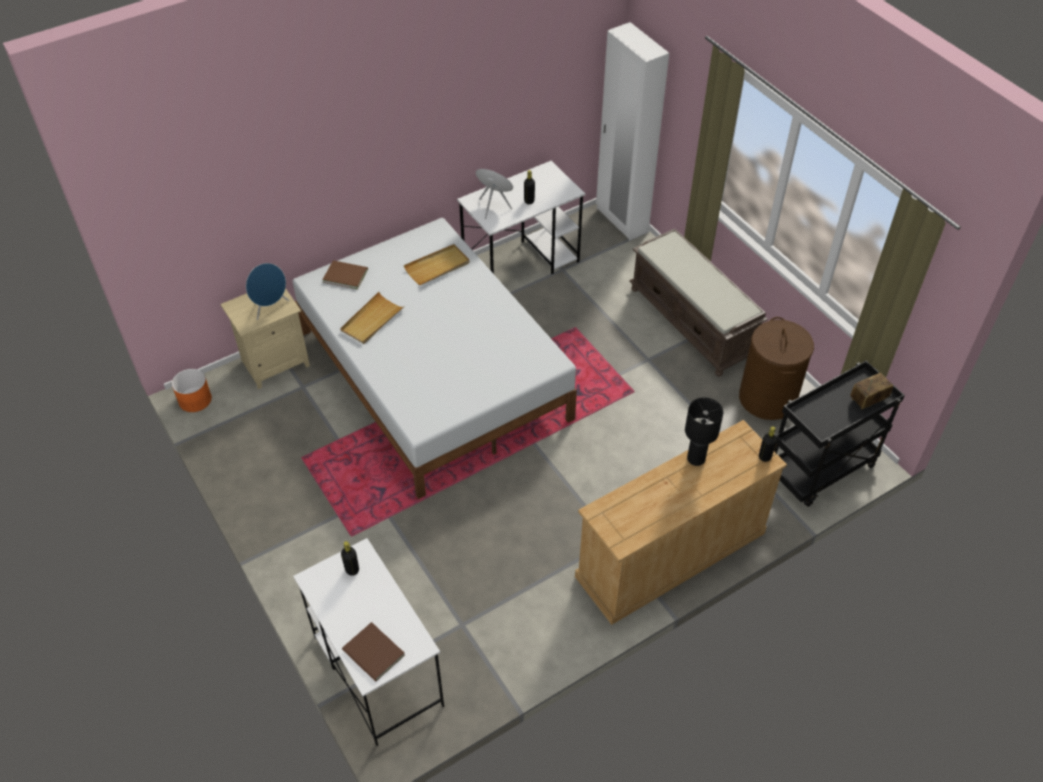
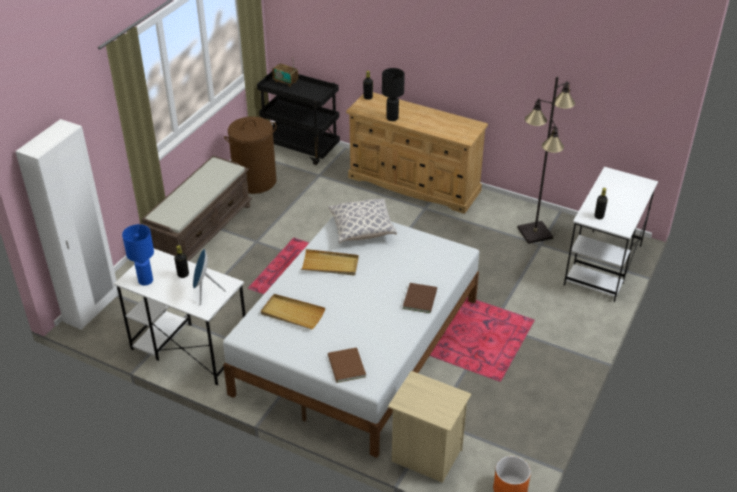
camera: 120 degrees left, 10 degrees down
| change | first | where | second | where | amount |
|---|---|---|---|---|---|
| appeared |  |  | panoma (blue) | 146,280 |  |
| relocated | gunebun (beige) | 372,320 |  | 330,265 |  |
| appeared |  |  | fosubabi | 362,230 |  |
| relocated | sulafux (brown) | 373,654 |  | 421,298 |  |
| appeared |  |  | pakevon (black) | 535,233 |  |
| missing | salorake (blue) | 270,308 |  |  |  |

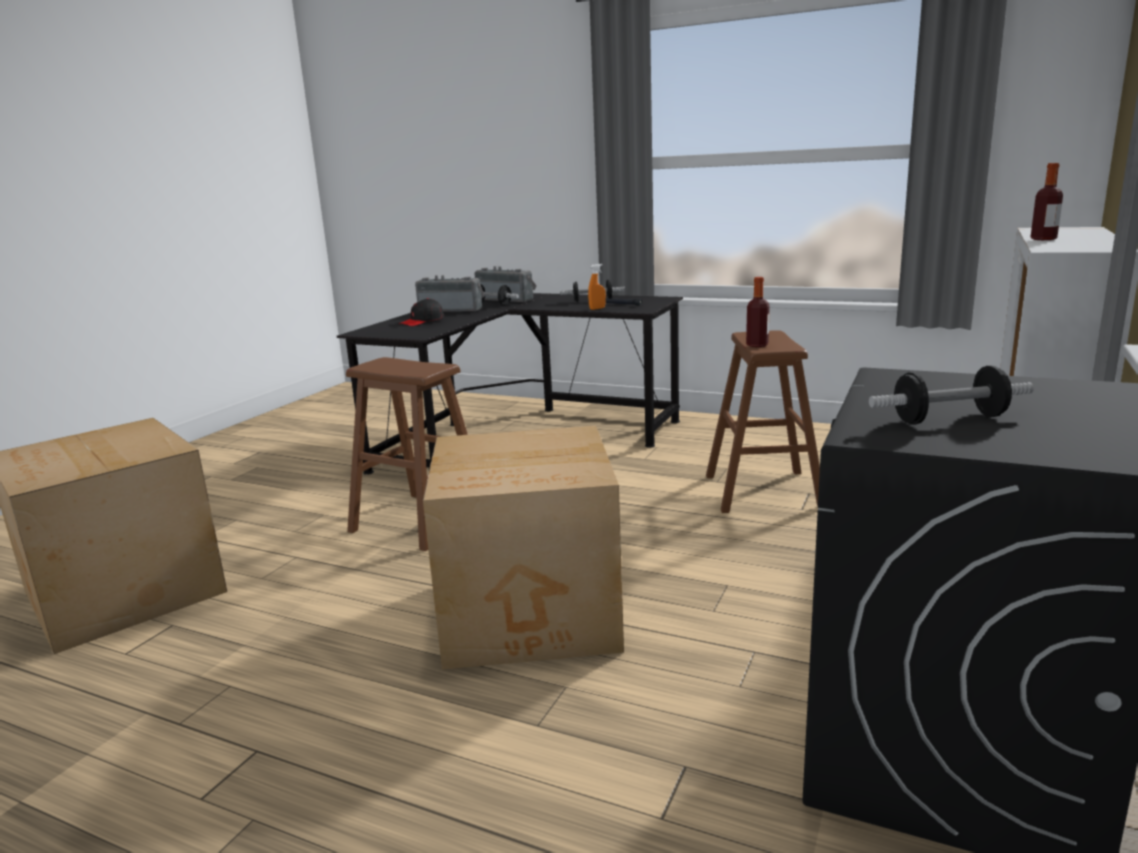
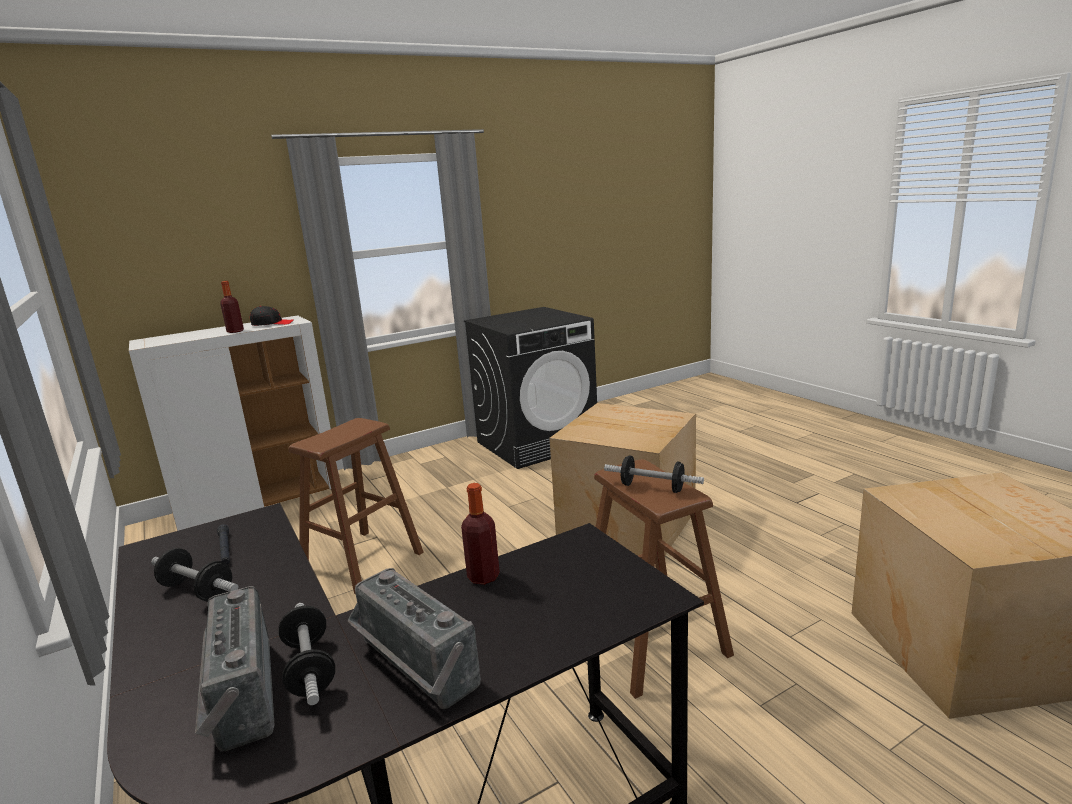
camera: 145 degrees left, 0 degrees up
| change | first | where | second | where | amount |
|---|---|---|---|---|---|
| relocated | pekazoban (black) | 422,321 |  | 272,324 |  |
| relocated | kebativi | 757,345 |  | 483,577 |  |
| relocated | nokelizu | 949,419 |  | 652,487 |  |
| missing | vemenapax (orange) | 597,308 |  |  |  |

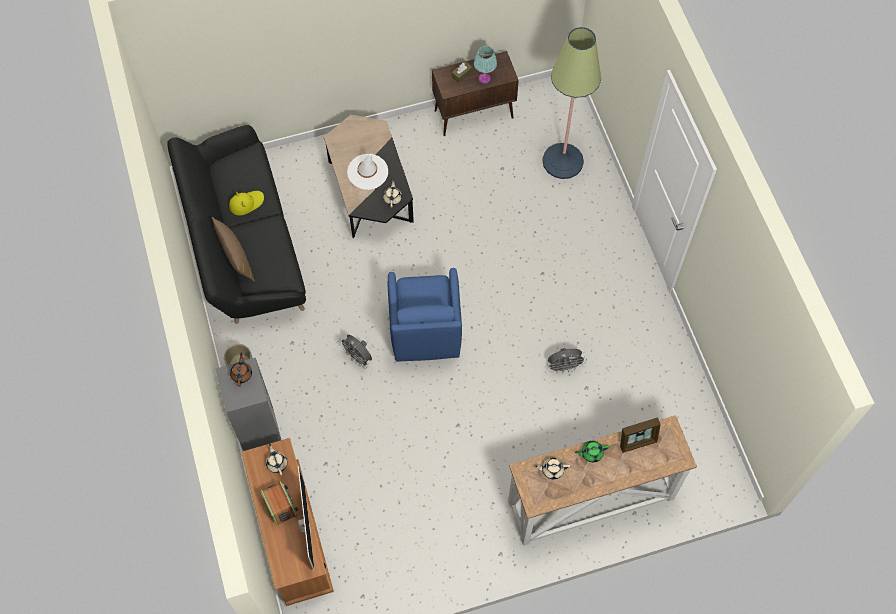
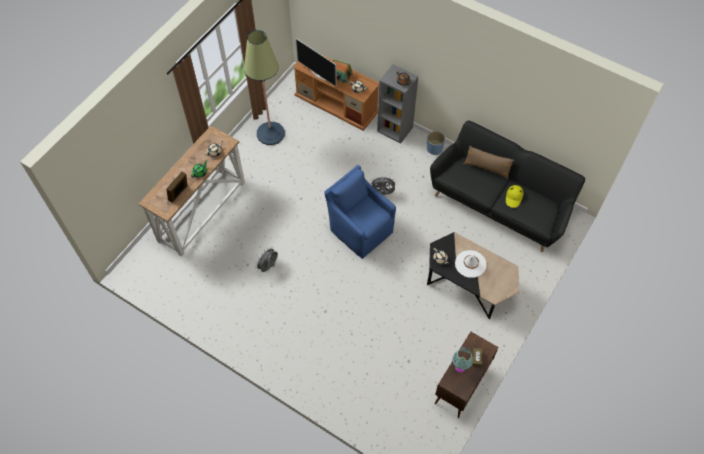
camera: 140 degrees right, 5 degrees down
| change | first | where | second | where | amount |
|---|---|---|---|---|---|
| relocated | pakevon | 562,161 |  | 270,133 |  |

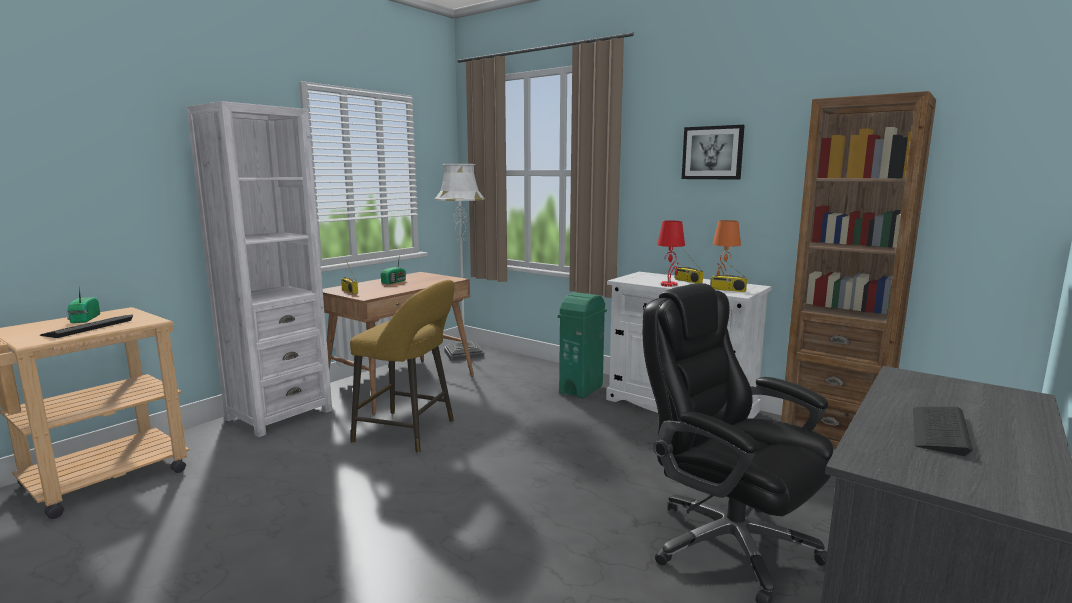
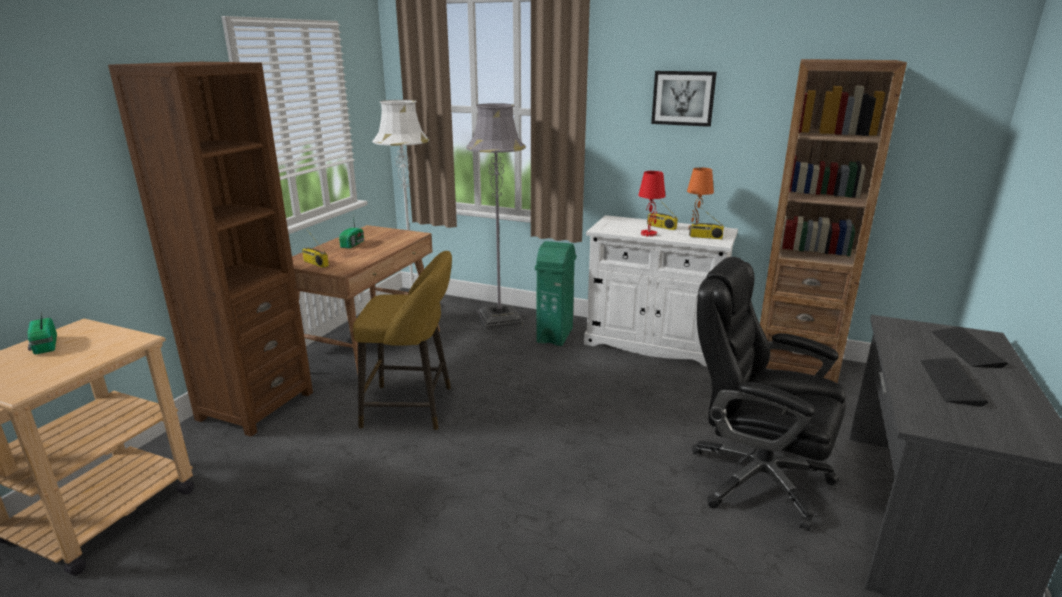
camera: 15 degrees left, 10 degrees up
| change | first | where | second | where | amount |
|---|---|---|---|---|---|
| colour | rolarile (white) | 279,415 | rolarile (brown) | 255,405 |  |
| appeared |  |  | pakevon (grey) | 499,320 |  |
| relocated | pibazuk | 88,327 |  | 966,349 |  |

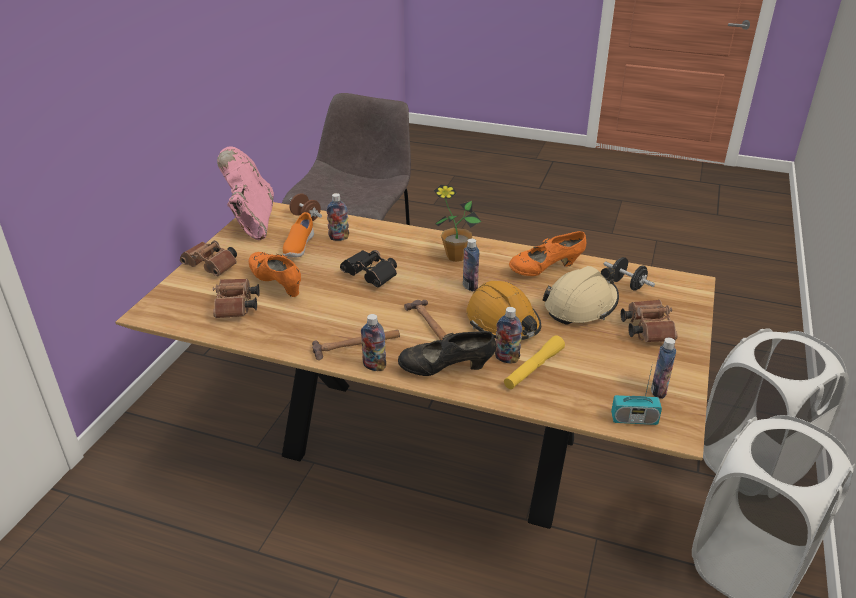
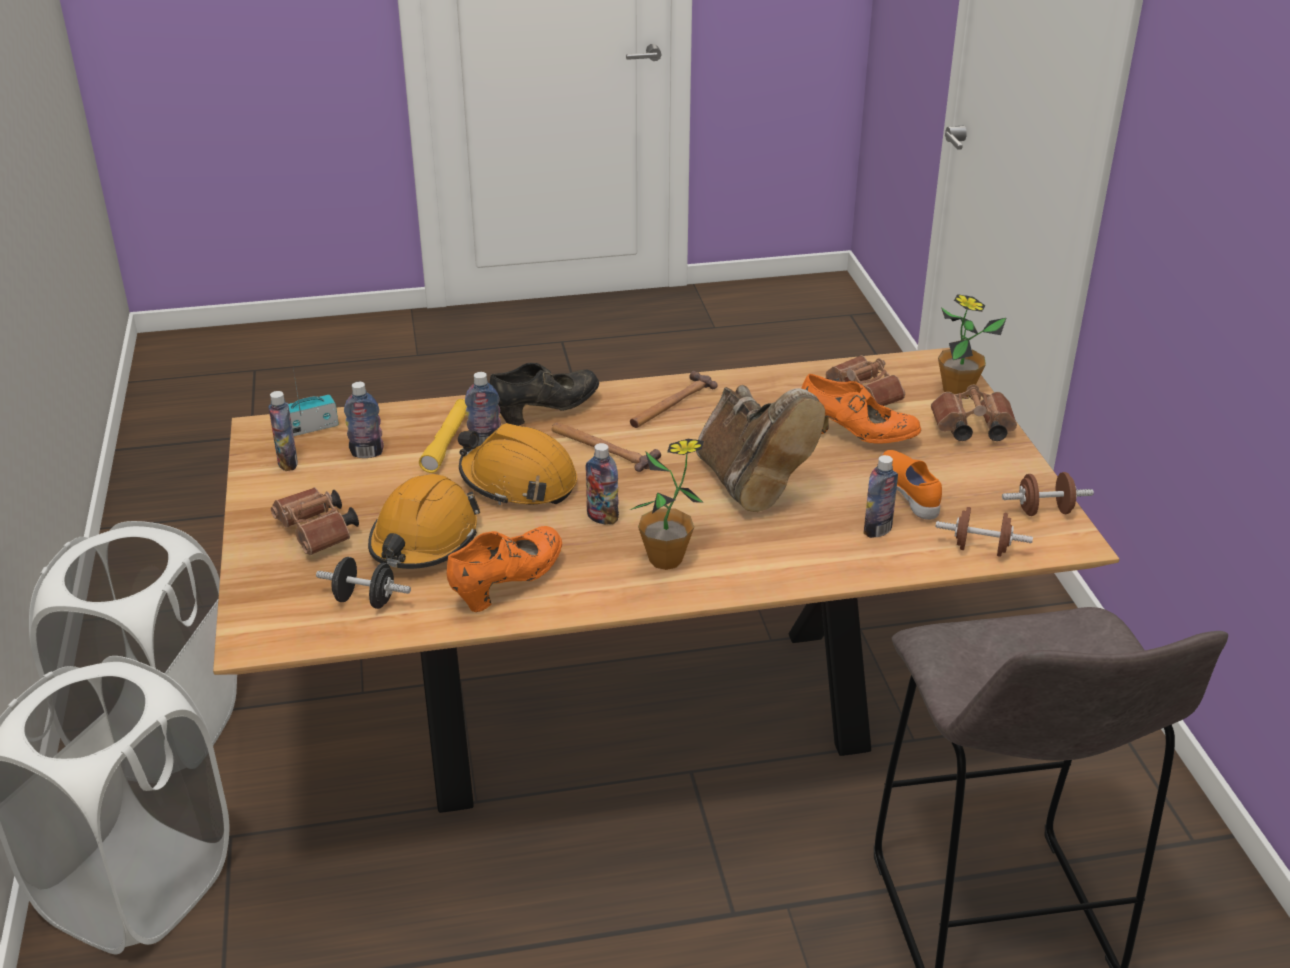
camera: 150 degrees right, 0 degrees up
| change | first | where | second | where | amount |
|---|---|---|---|---|---|
| relocated | kebativi | 374,366 |  | 367,453 |  |
| colour | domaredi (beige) | 581,305 | domaredi (orange) | 424,540 |  |
| exchanged | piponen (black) | 371,277 | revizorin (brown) | 750,485 |  |
| appeared |  |  | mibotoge | 957,391 |  |
| exchanged | revizorin (pink) | 252,222 | nokelizu (brown) | 1044,511 |  |

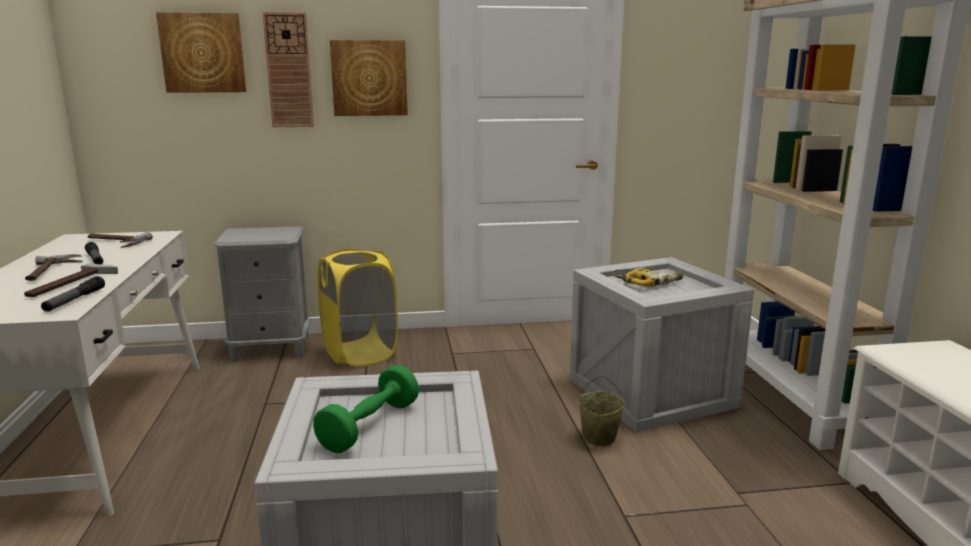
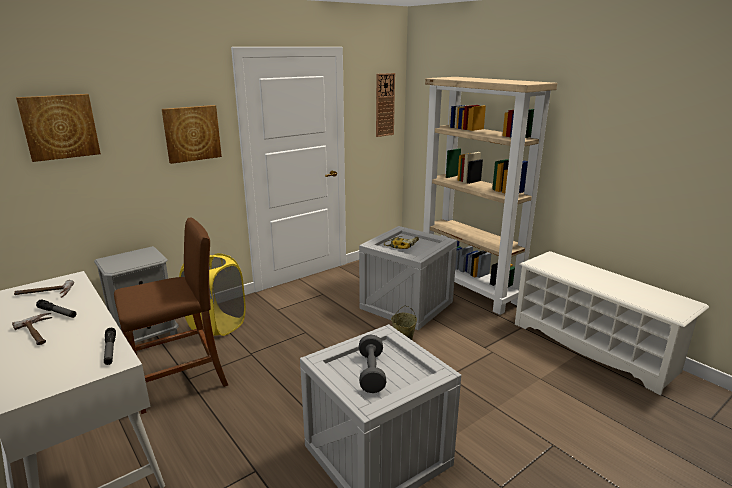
camera: 30 degrees left, 5 degrees up
| change | first | where | second | where | amount |
|---|---|---|---|---|---|
| appeared |  |  | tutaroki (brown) | 180,382 |  |
| colour | nokelizu (green) | 369,426 | nokelizu (grey) | 371,373 |  |
| relocated | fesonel | 289,71 |  | 384,105 |  |
| missing | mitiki | 71,284 |  |  |  |

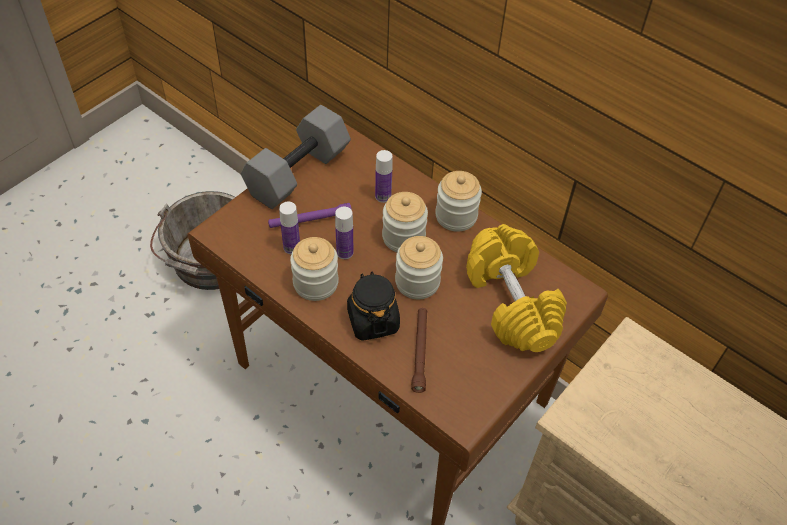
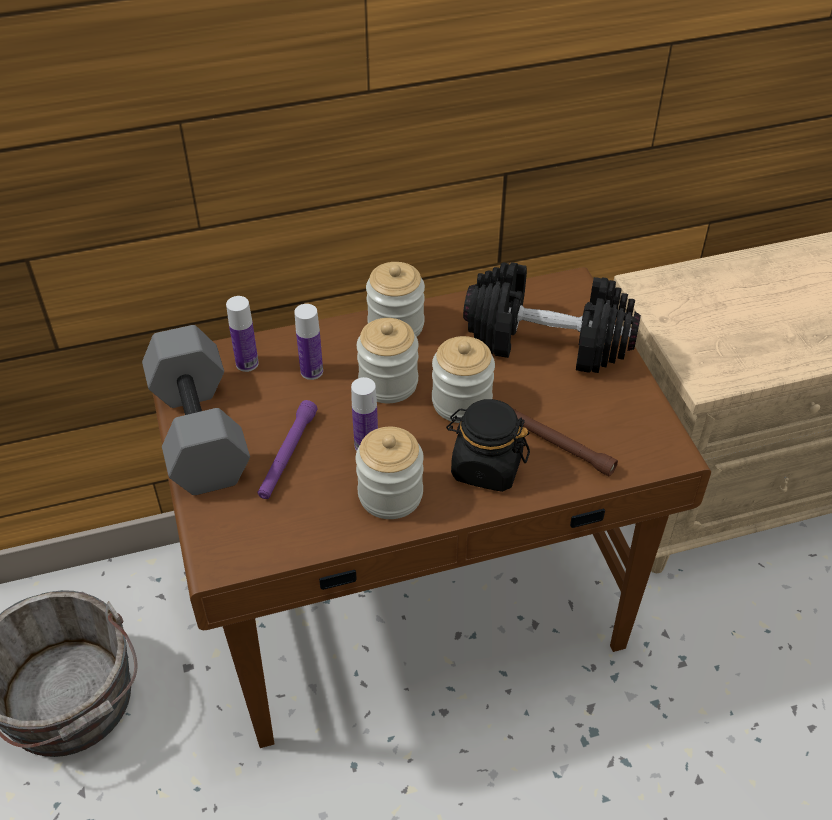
camera: 55 degrees left, 5 degrees down
| change | first | where | second | where | amount |
|---|---|---|---|---|---|
| relocated | kebativi | 292,247 |  | 247,363 |  |
| colour | nokelizu (yellow) | 512,302 | nokelizu (black) | 548,340 |  |

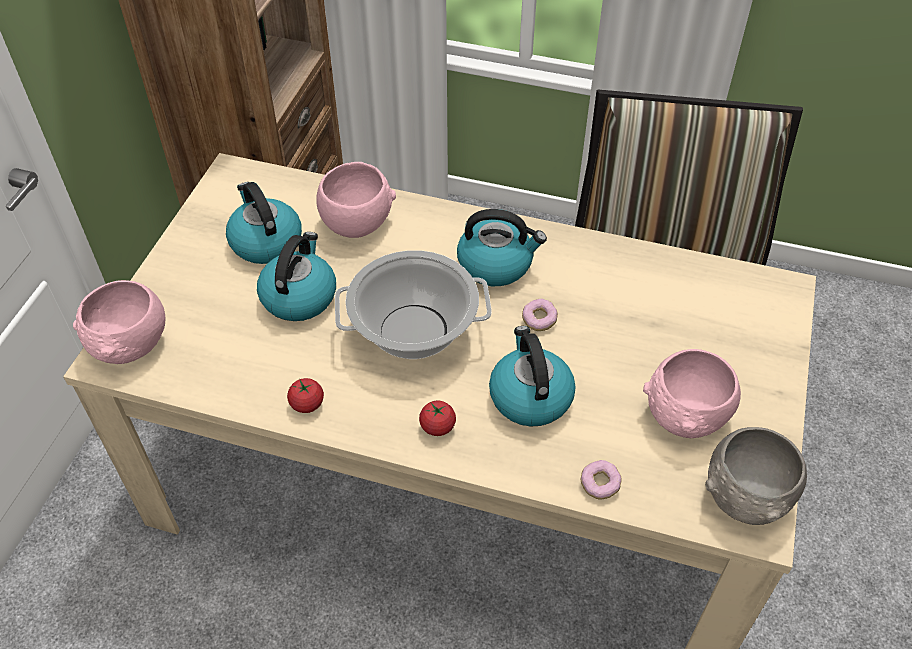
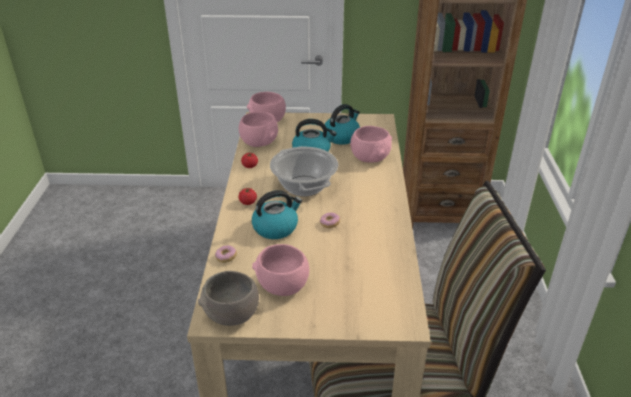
camera: 75 degrees right, 15 degrees down
| change | first | where | second | where | amount |
|---|---|---|---|---|---|
| appeared |  |  | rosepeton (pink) | 259,142 |  |
| missing | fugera | 496,264 |  |  |  |

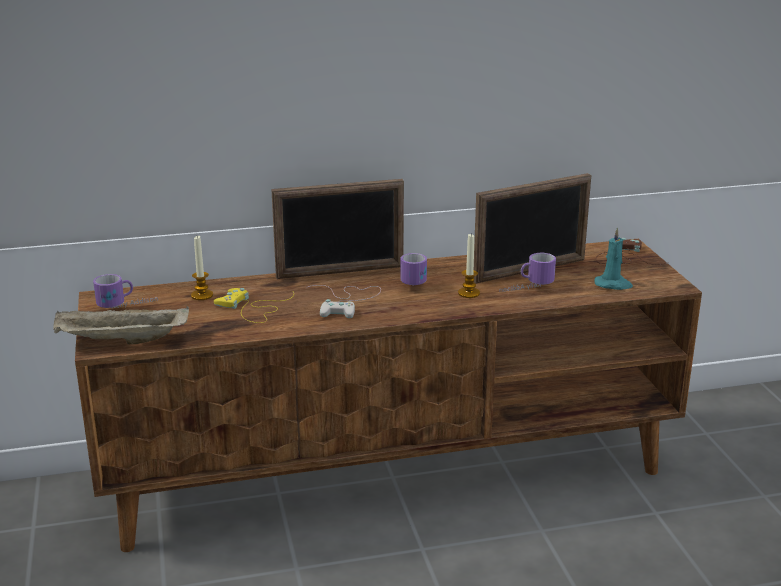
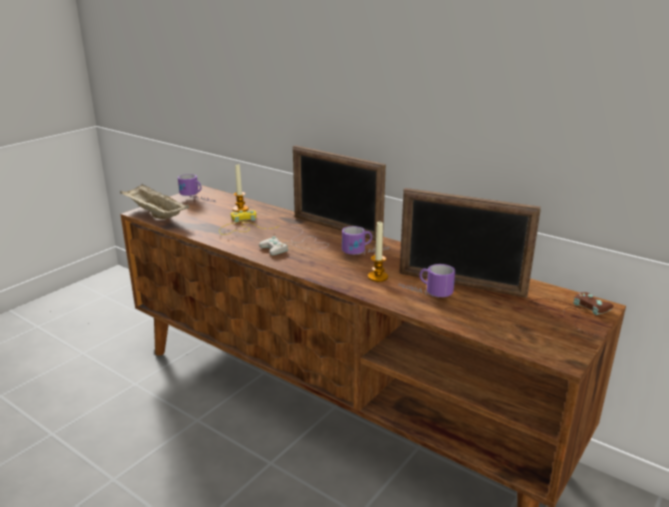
camera: 50 degrees right, 0 degrees up
| change | first | where | second | where | amount |
|---|---|---|---|---|---|
| missing | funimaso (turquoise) | 613,284 |  |  |  |

